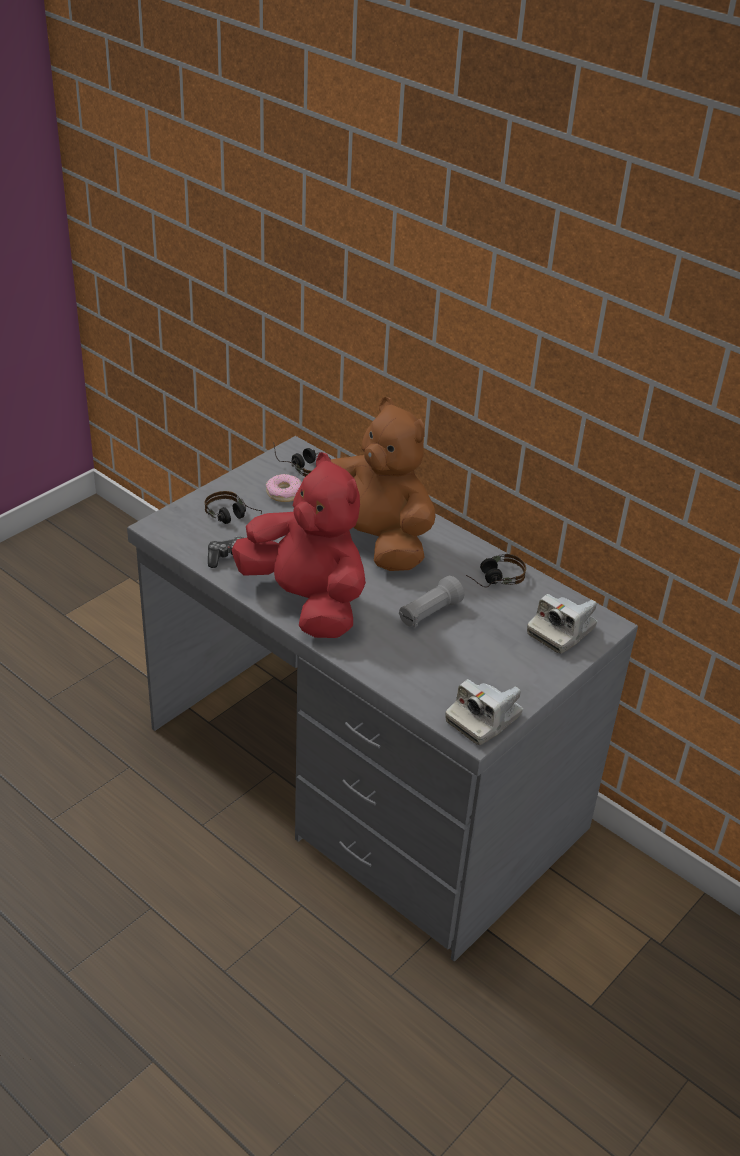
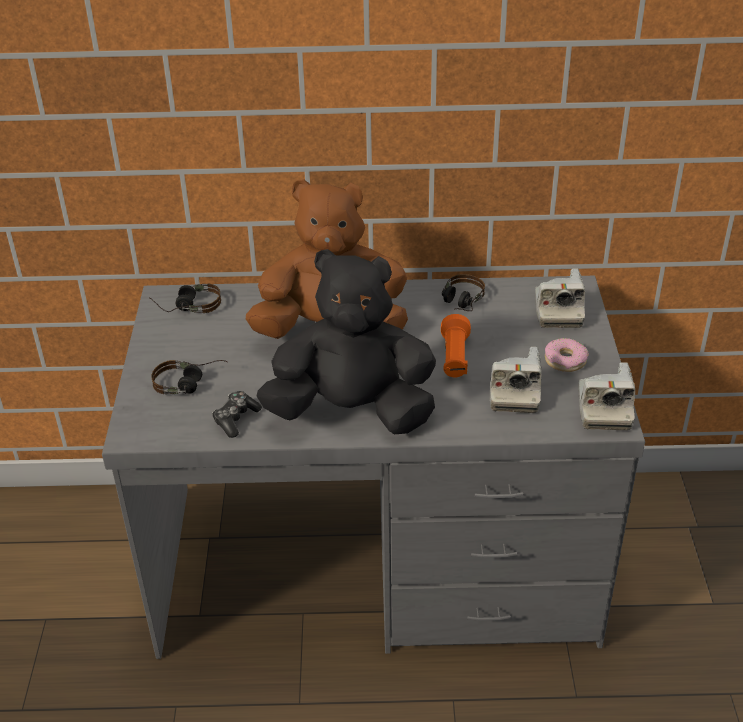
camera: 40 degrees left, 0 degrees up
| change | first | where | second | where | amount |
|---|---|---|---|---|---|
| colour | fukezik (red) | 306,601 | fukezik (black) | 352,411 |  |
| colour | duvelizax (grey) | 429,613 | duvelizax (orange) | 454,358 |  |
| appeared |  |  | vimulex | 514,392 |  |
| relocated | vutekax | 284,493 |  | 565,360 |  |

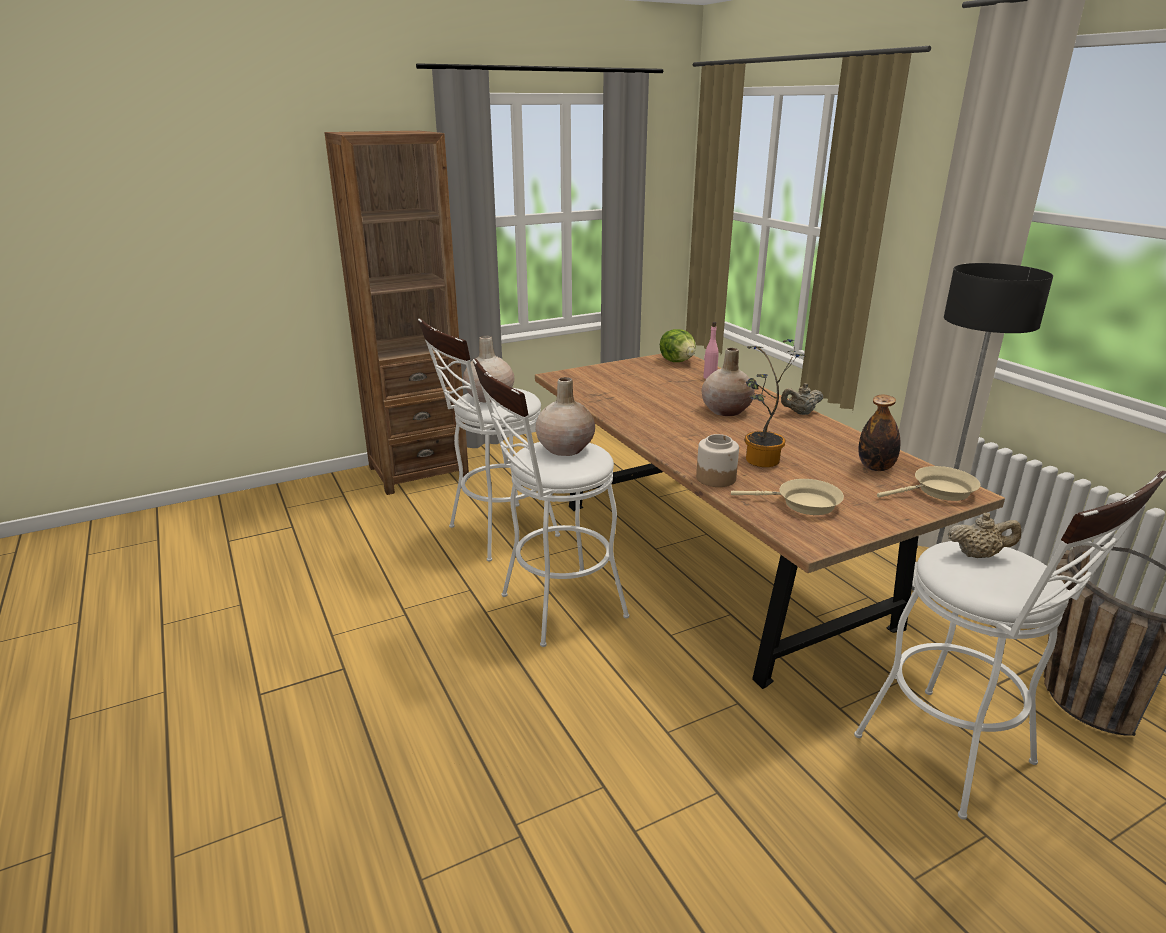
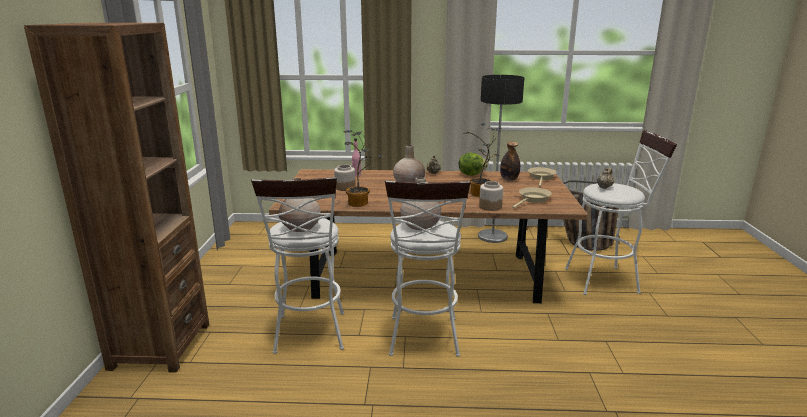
camera: 60 degrees left, 5 degrees down
| change | first | where | second | where | amount |
|---|---|---|---|---|---|
| appeared |  |  | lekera | 345,188 |  |
| appeared |  |  | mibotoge | 361,203 |  |
| relocated | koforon | 677,361 |  | 471,174 |  |

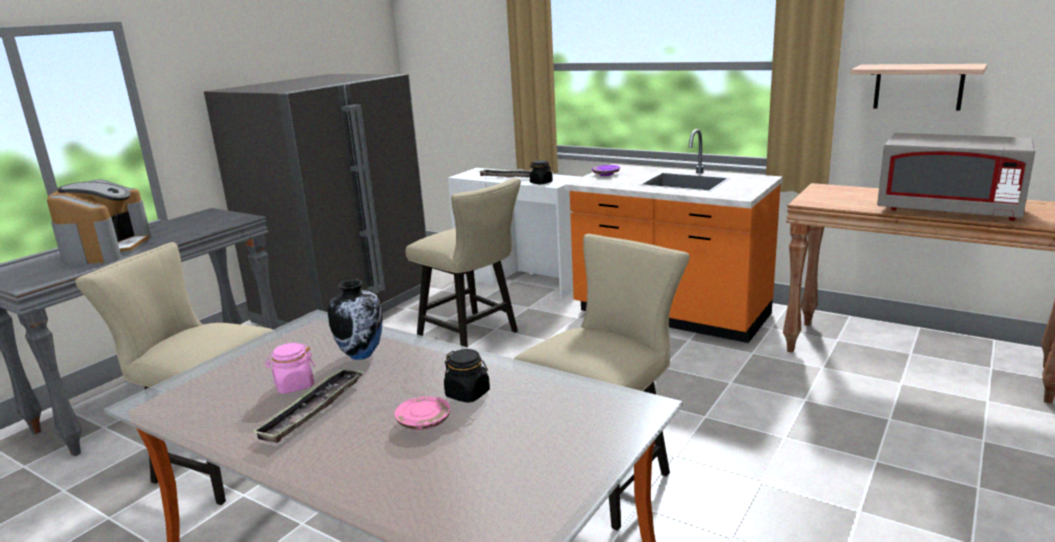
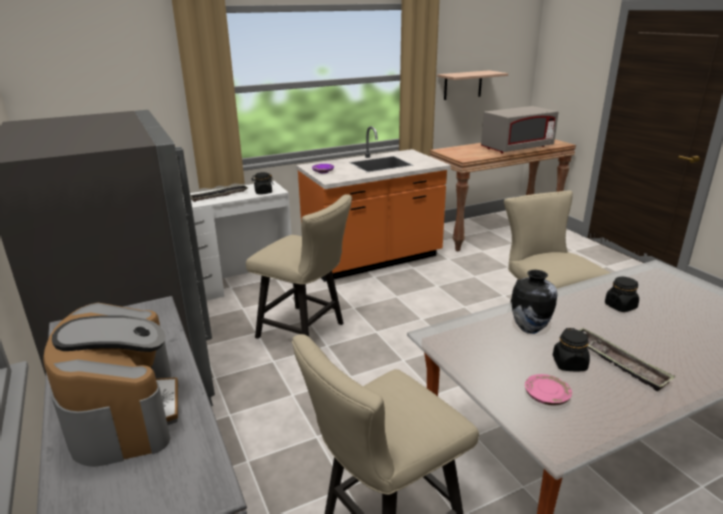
camera: 60 degrees left, 5 degrees up
| change | first | where | second | where | amount |
|---|---|---|---|---|---|
| spun | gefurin | 107,249 |  | 125,412 | 45 degrees clockwise |
| spun | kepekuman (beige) | 473,336 |  | 306,331 | 45 degrees clockwise |
| relocated | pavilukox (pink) | 423,421 |  | 546,396 |  |
| colour | lekera (pink) | 294,385 | lekera (black) | 569,364 |  |

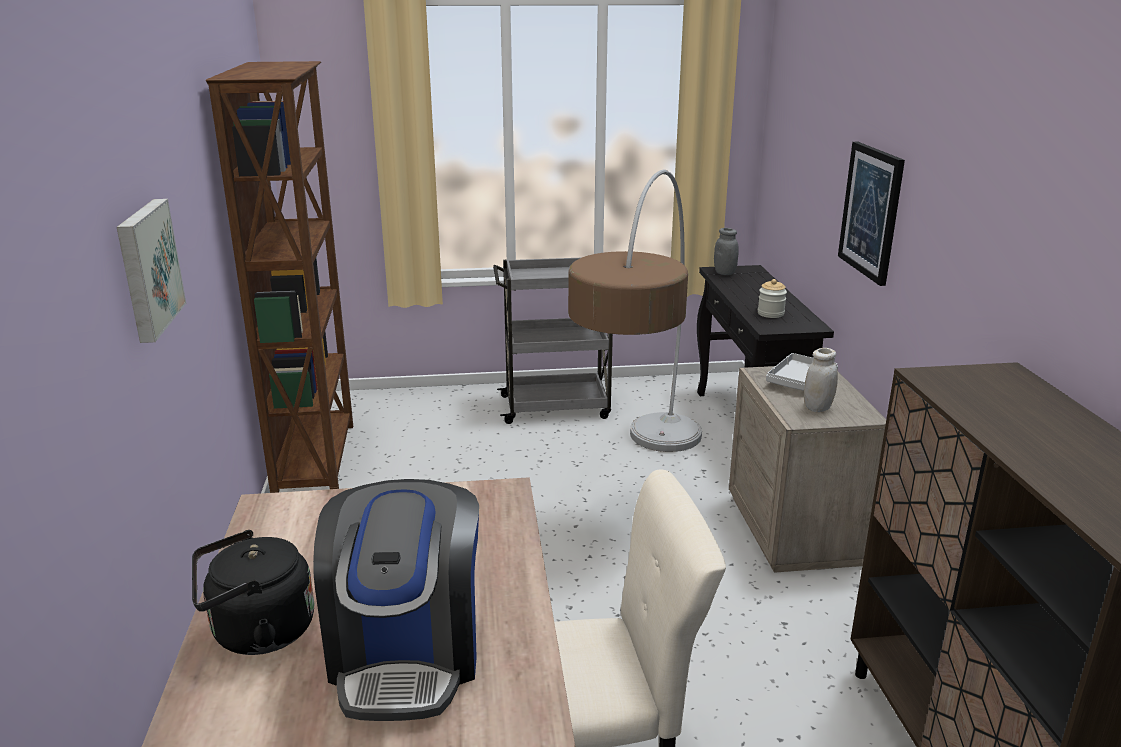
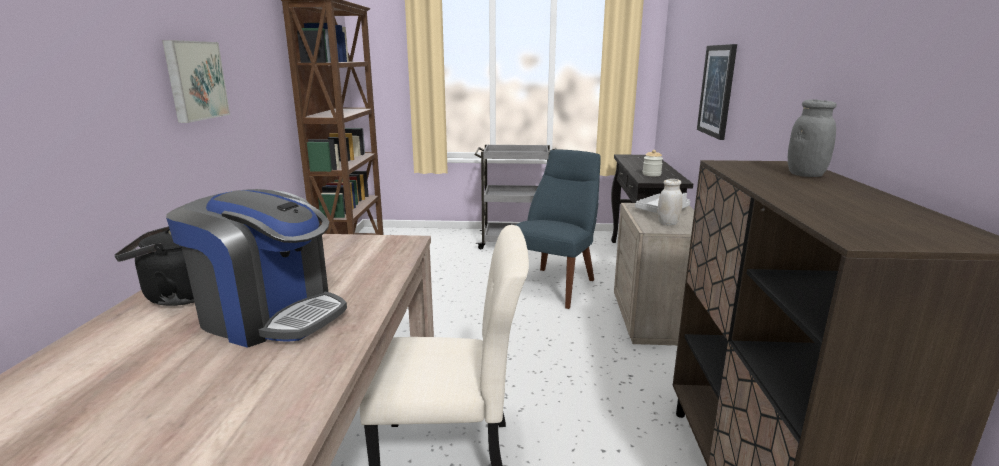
camera: 10 degrees right, 5 degrees down
| change | first | where | second | where | amount |
|---|---|---|---|---|---|
| spun | gefurin | 407,654 |  | 270,315 | 75 degrees counterclockwise |
| exchanged | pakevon | 641,482 | kepekuman (blue) | 555,285 |  |
| relocated | lekera (grey) | 724,273 |  | 805,174 |  |

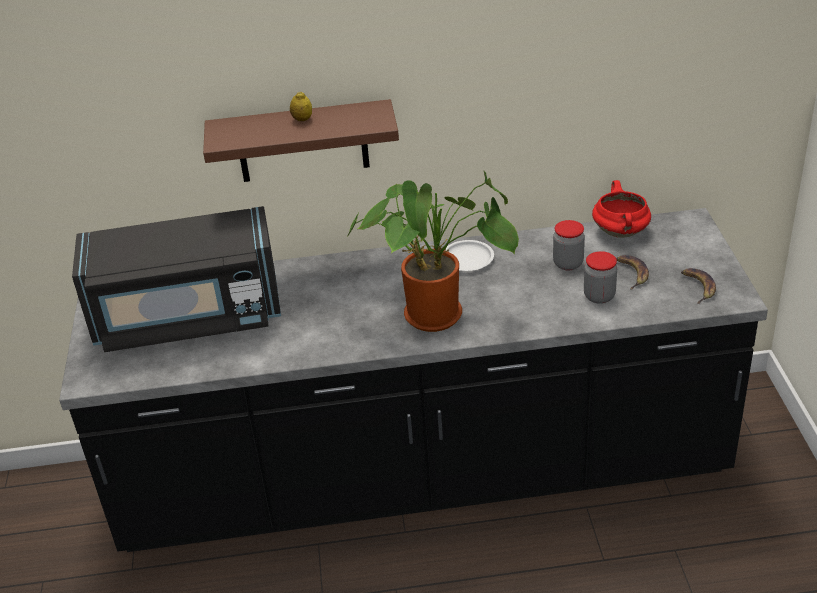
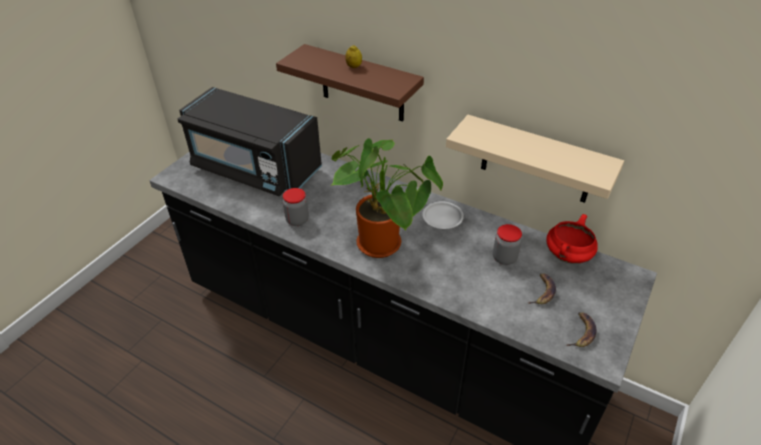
camera: 35 degrees right, 5 degrees up
| change | first | where | second | where | amount |
|---|---|---|---|---|---|
| relocated | lekera | 599,296 |  | 297,220 |  |
| appeared |  |  | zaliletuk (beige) | 536,160 |  |

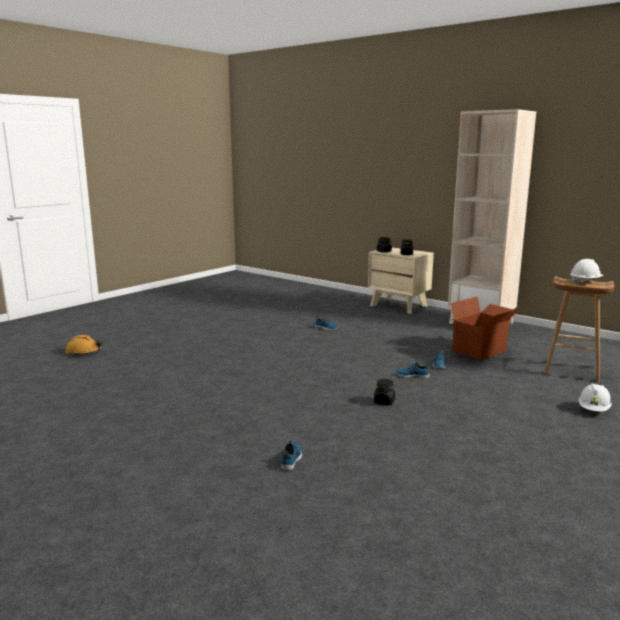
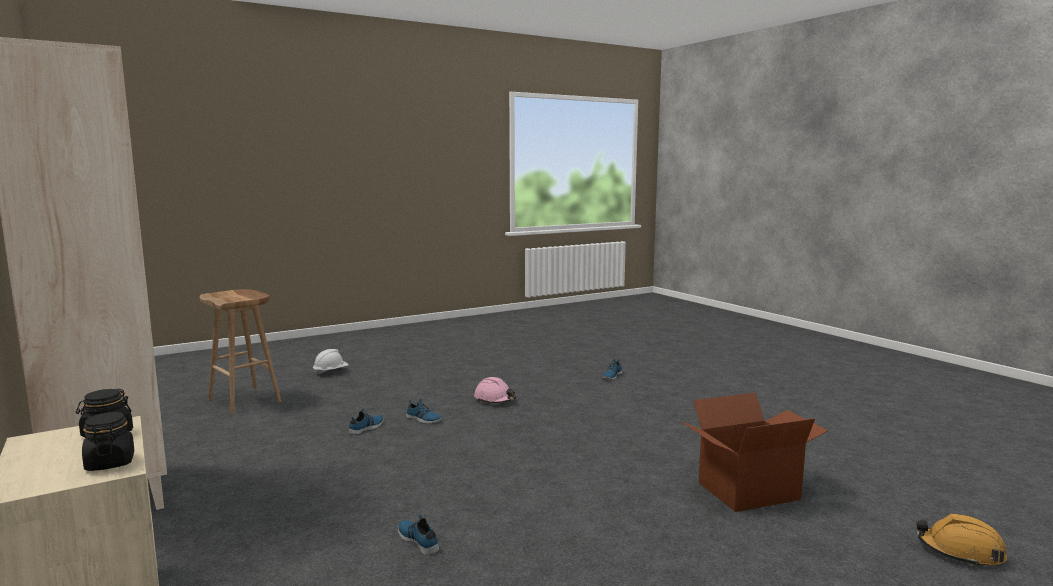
camera: 160 degrees left, 5 degrees down
| change | first | where | second | where | amount |
|---|---|---|---|---|---|
| exchanged | lekera (black) | 384,401 | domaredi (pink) | 495,400 |  |
| relocated | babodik | 480,351 |  | 747,490 |  |
| missing | domaredi (white) | 585,282 |  |  |  |

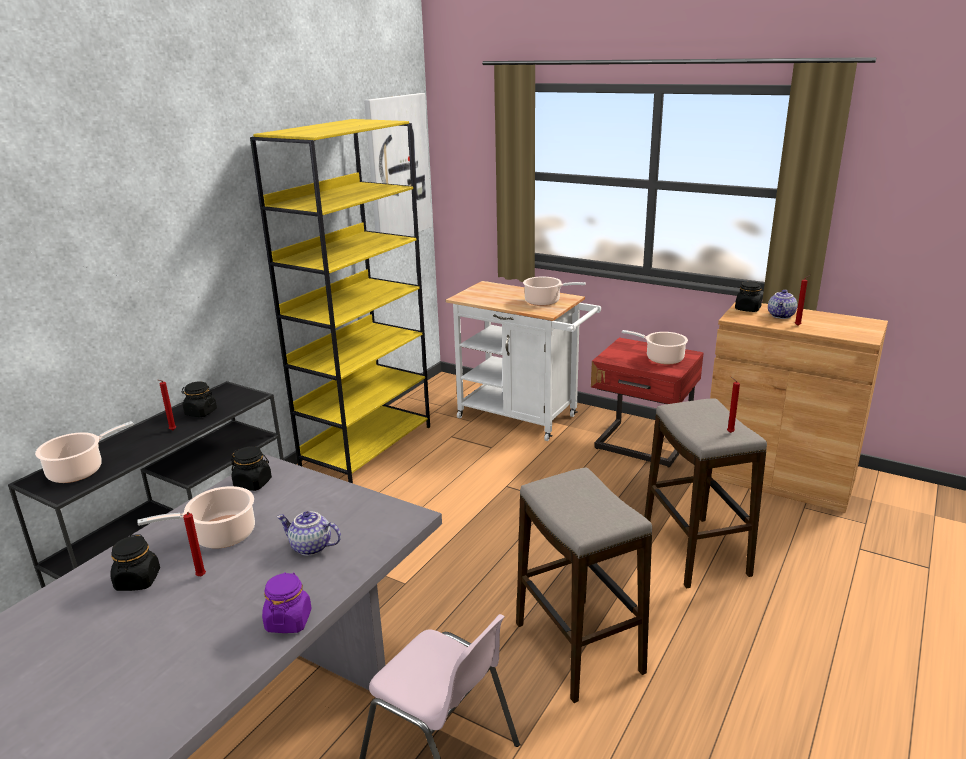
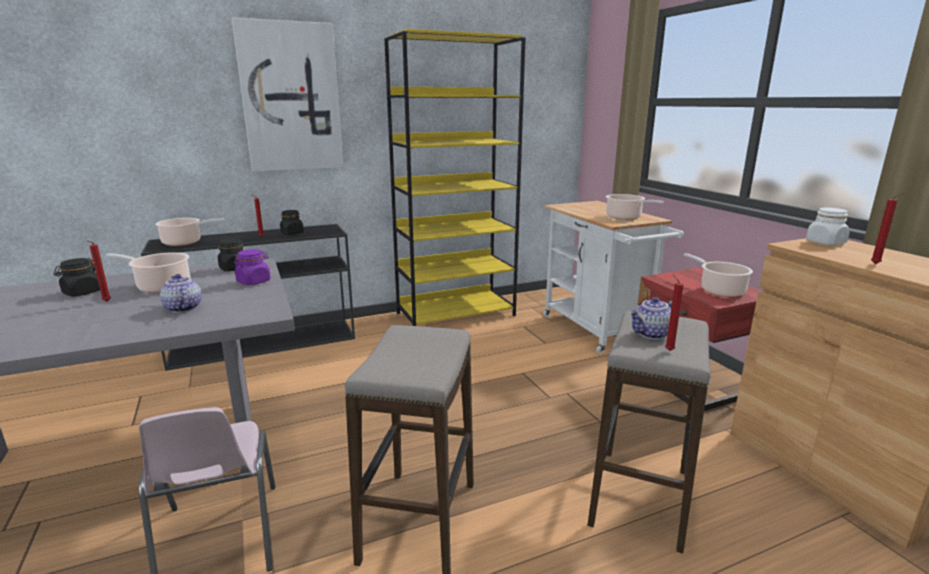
camera: 35 degrees right, 5 degrees down
| change | first | where | second | where | amount |
|---|---|---|---|---|---|
| relocated | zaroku | 397,168 |  | 291,98 |  |
| relocated | lekera (purple) | 288,621 |  | 254,282 |  |
| relocated | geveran | 781,316 |  | 652,334 |  |
| colour | lekera (black) | 747,309 | lekera (white) | 825,242 |  |

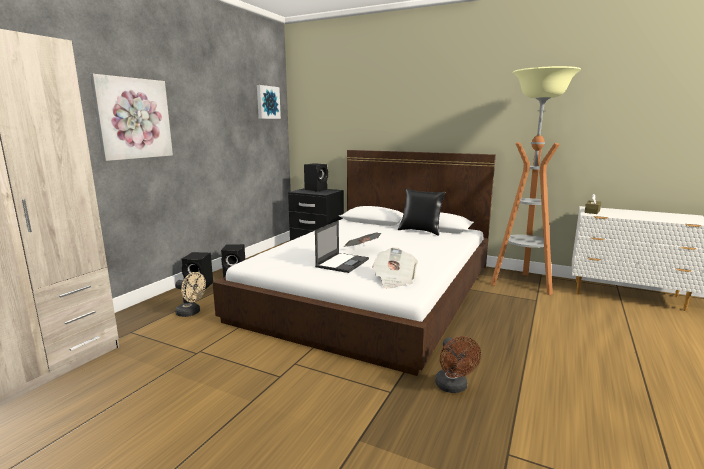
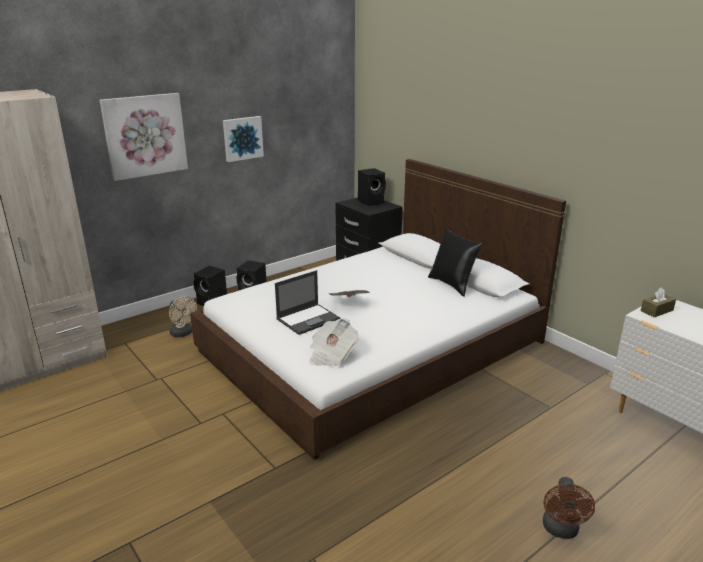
camera: 25 degrees right, 10 degrees up
| change | first | where | second | where | amount |
|---|---|---|---|---|---|
| relocated | zaroku | 267,102 |  | 242,138 |  |
| relocated | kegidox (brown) | 453,387 |  | 561,530 |  |
| missing | pakevon | 522,284 |  |  |  |

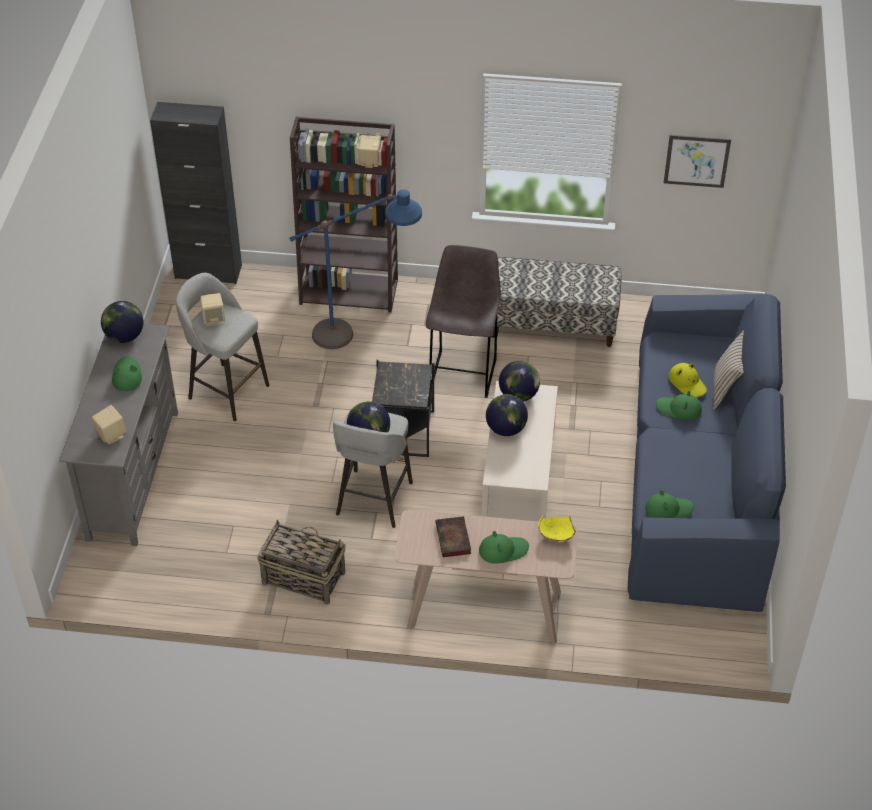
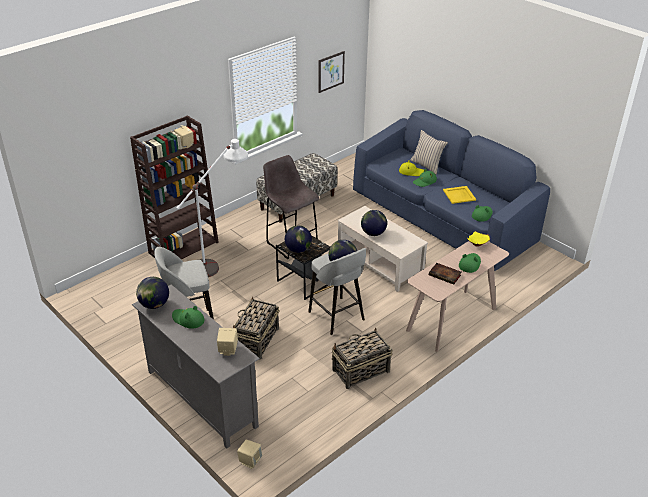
camera: 50 degrees left, 10 degrees down
| change | first | where | second | where | amount |
|---|---|---|---|---|---|
| colour | pakevon (blue) | 362,335 | pakevon (white) | 220,260 |  |
| appeared |  |  | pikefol | 256,340 |  |
| relocated | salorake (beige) | 214,319 |  | 250,461 |  |
| relocated | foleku | 518,395 |  | 298,249 |  |
| appeared |  |  | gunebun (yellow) | 459,195 |  |
| missing | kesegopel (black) | 208,272 |  |  |  |

